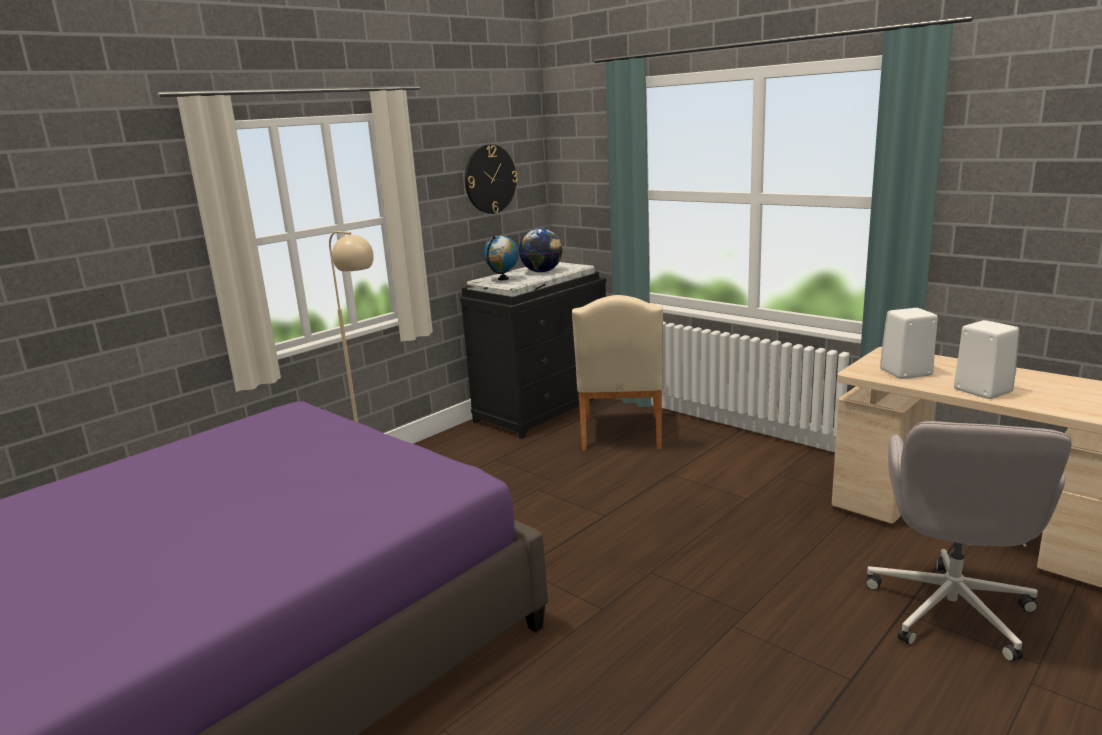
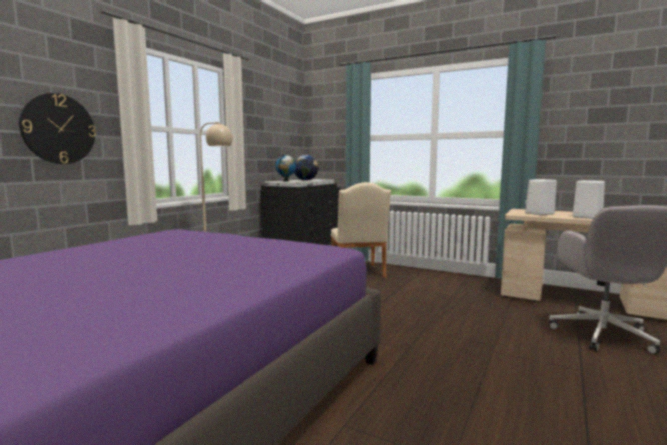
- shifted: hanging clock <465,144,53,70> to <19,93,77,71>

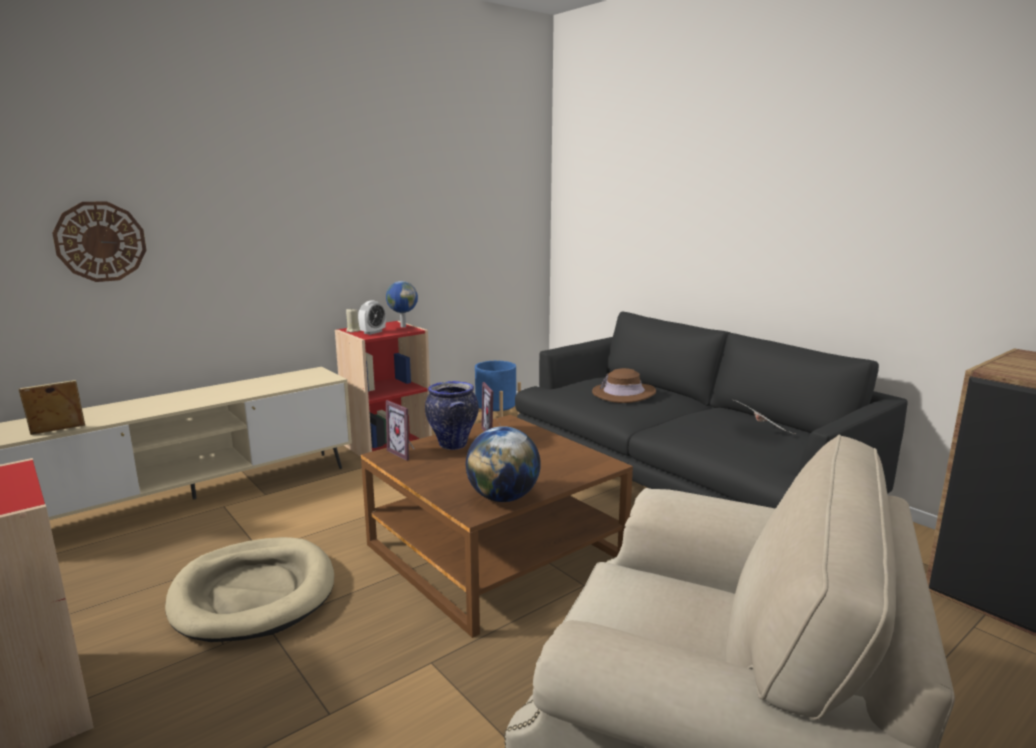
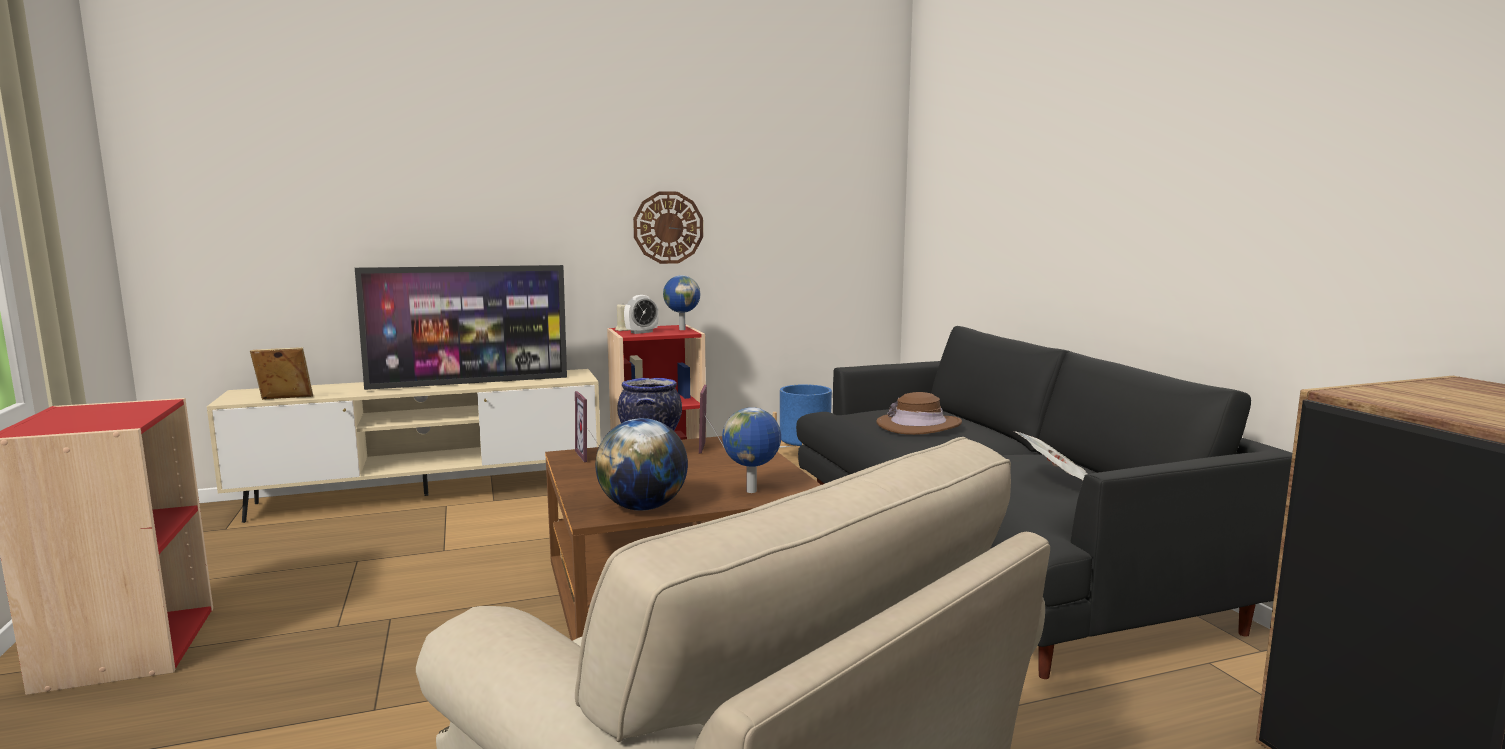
- shifted: hanging clock <52,201,94,81> to <633,192,70,72>
- gone: dog cushion (beige) <165,537,169,105>
- new: TV <355,265,212,125>
- new: globe <722,407,59,86>

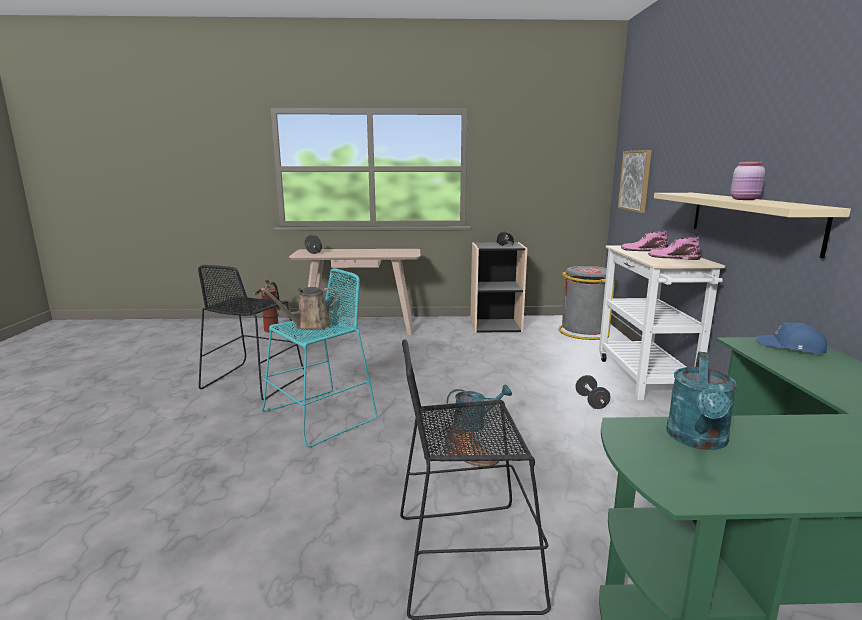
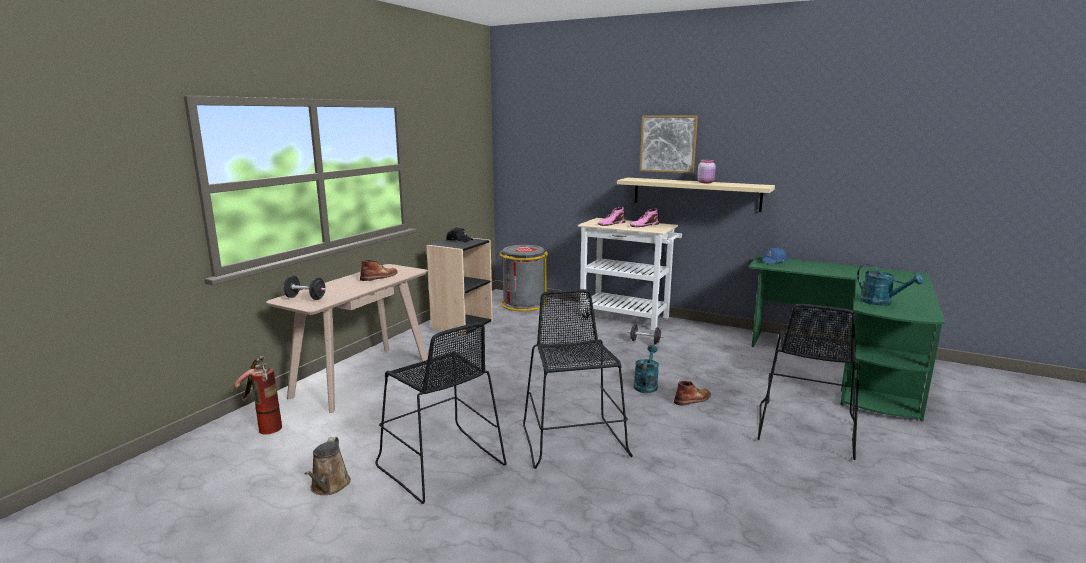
- shifted: wall art <618,150,34,63> to <640,115,58,59>
- repainted: stool (turquoise-coloured) <262,268,115,179> to stool (black-coloured) <523,289,110,180>
- shifted: sprinkling can (brown-coloured) <260,287,77,43> to <305,437,46,58>
- new: boot (brown-coloured) <360,260,38,21>

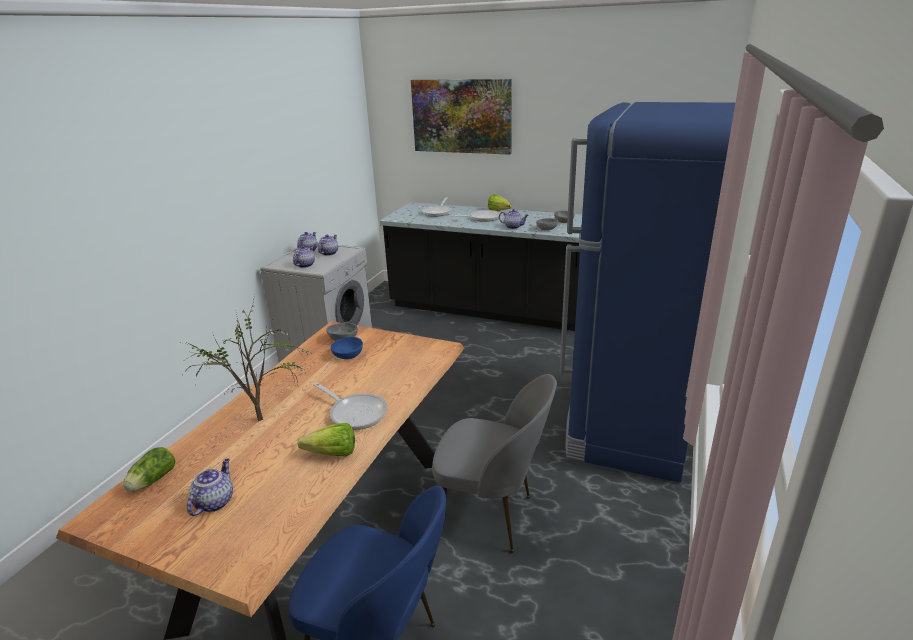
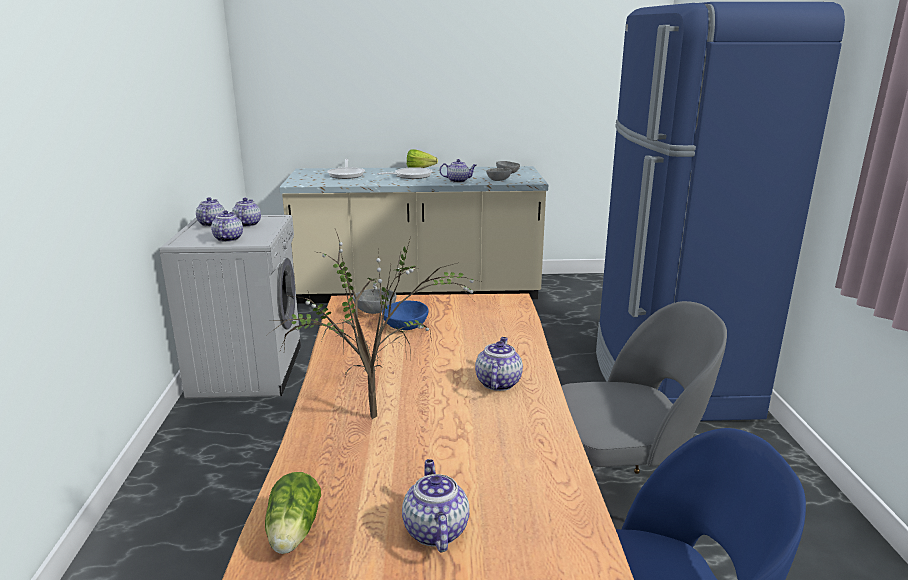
- gone: wall art <411,79,101,76>
- repainted: counter (black-coloured) <380,202,202,129> to counter (beige) <279,166,269,138>
- swapped: frying pan <313,382,75,48> to tea pot <475,337,48,54>
- gone: lettuce head <298,423,57,33>

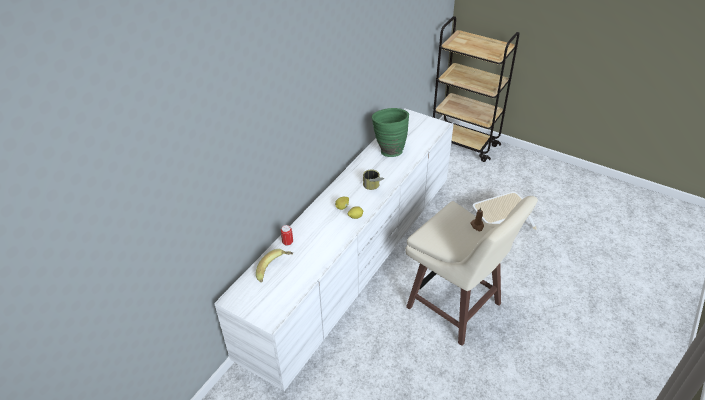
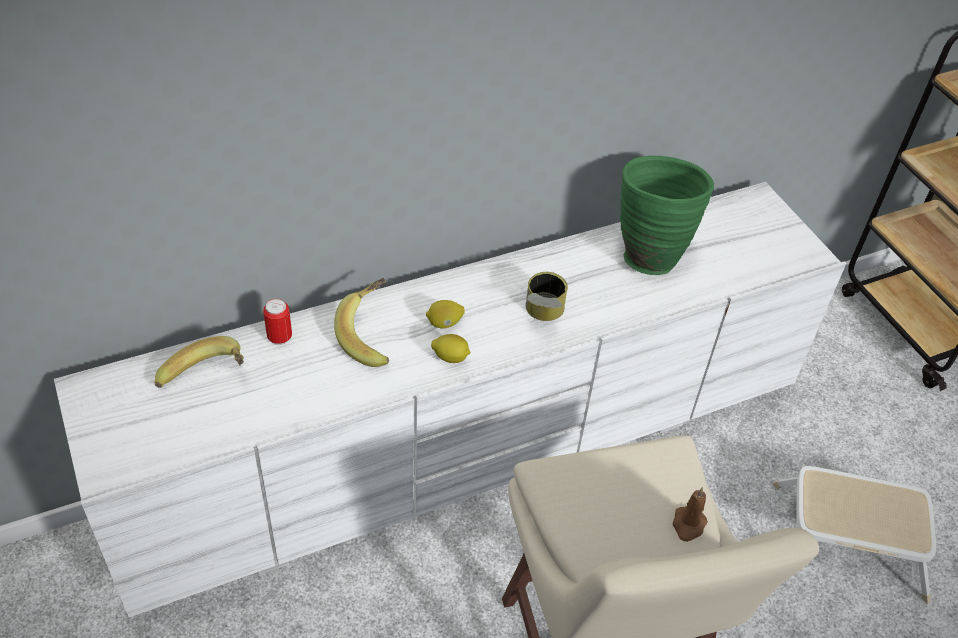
- new: banana fruit <334,278,55,89>

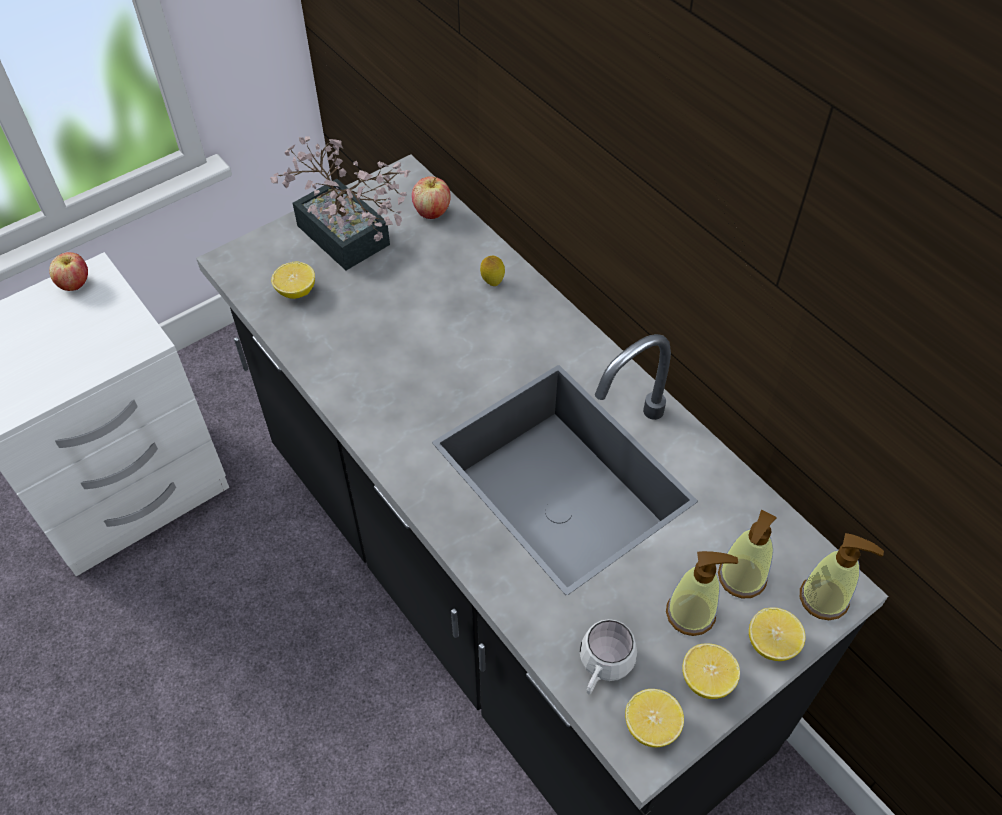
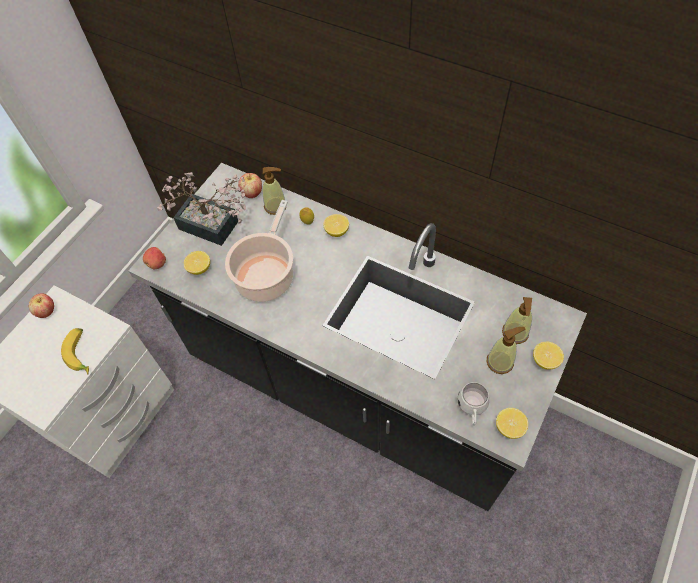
- shifted: liquid soap bottle <800,533,84,87> to <263,167,22,48>
- shifted: whole lemon <682,643,58,56> to <324,214,25,23>
- new: cooking pot <225,200,68,102>
- new: apple fruit <143,247,23,22>
- new: banana fruit <61,328,28,47>

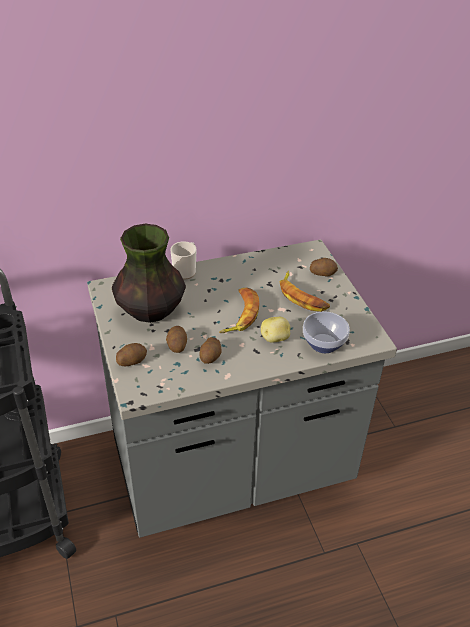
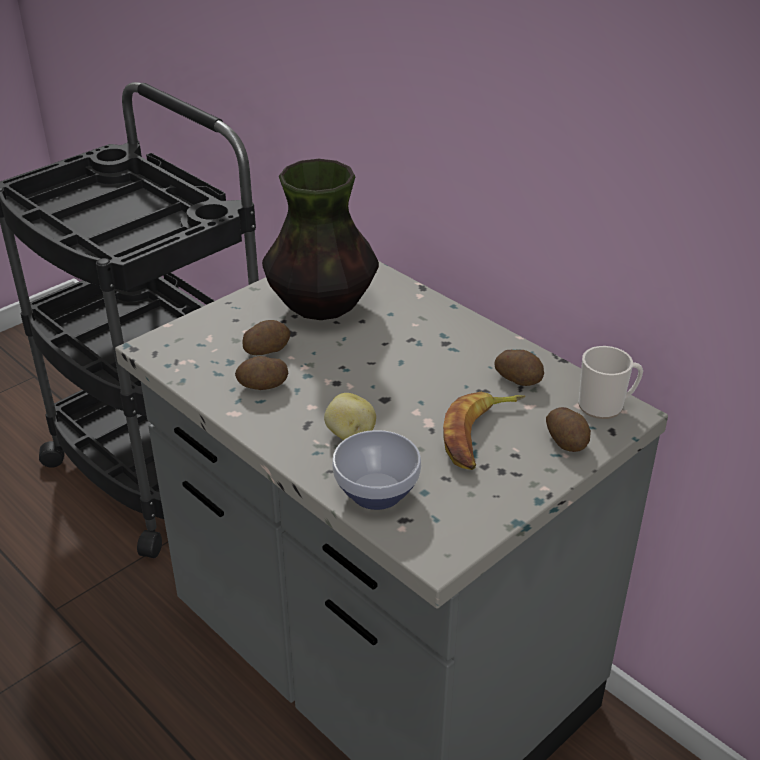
- shifted: mug <170,241,26,39> to <578,346,65,73>
- gone: banana fruit <219,288,40,45>
- shifted: spud <116,343,31,23> to <495,350,49,36>

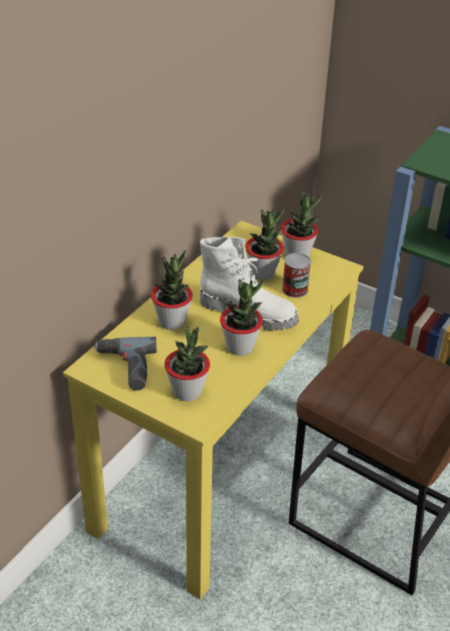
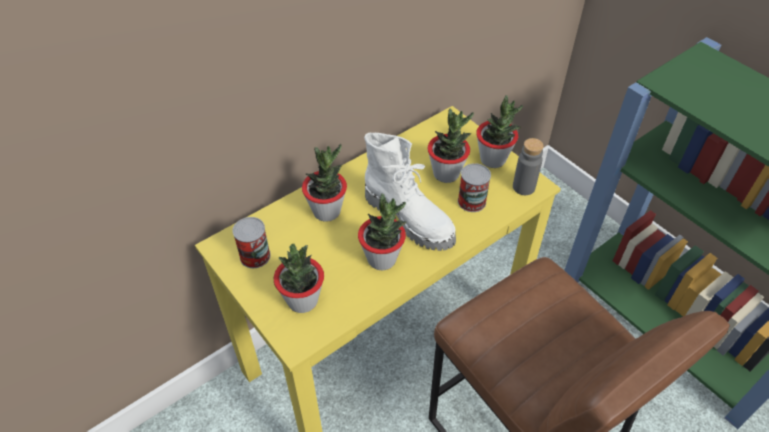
- swapped: drill <94,337,63,54> to can <233,217,38,51>
- new: beverage bottle (grey) <513,138,31,57>

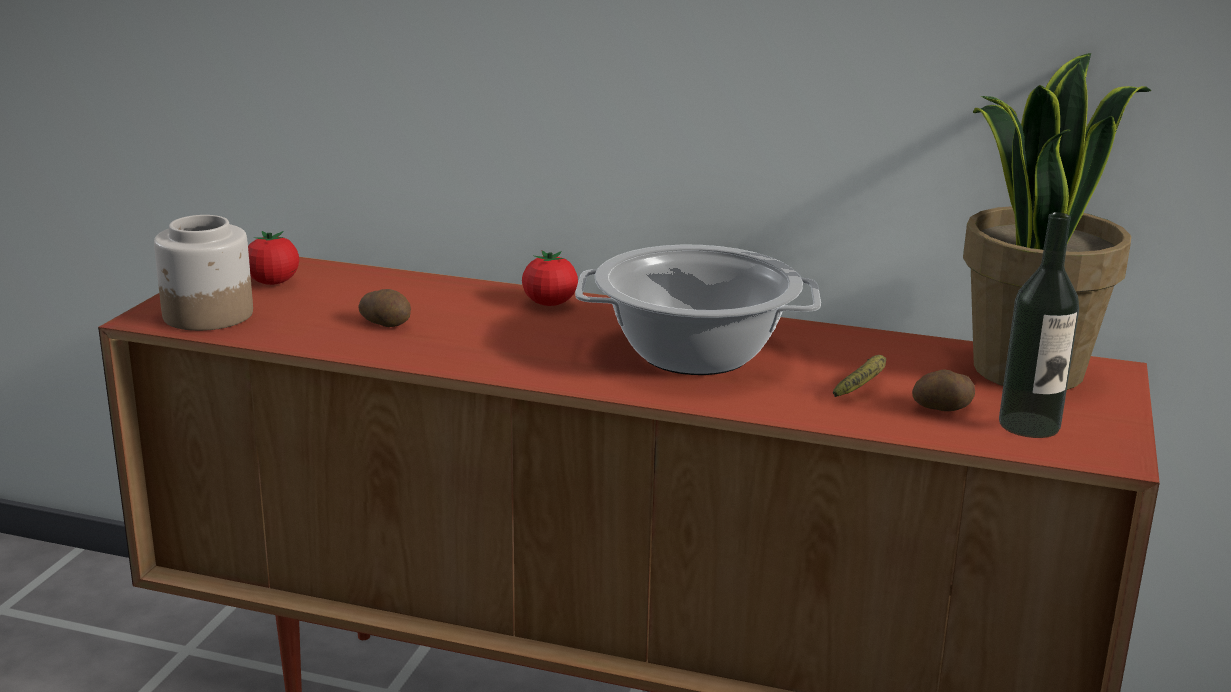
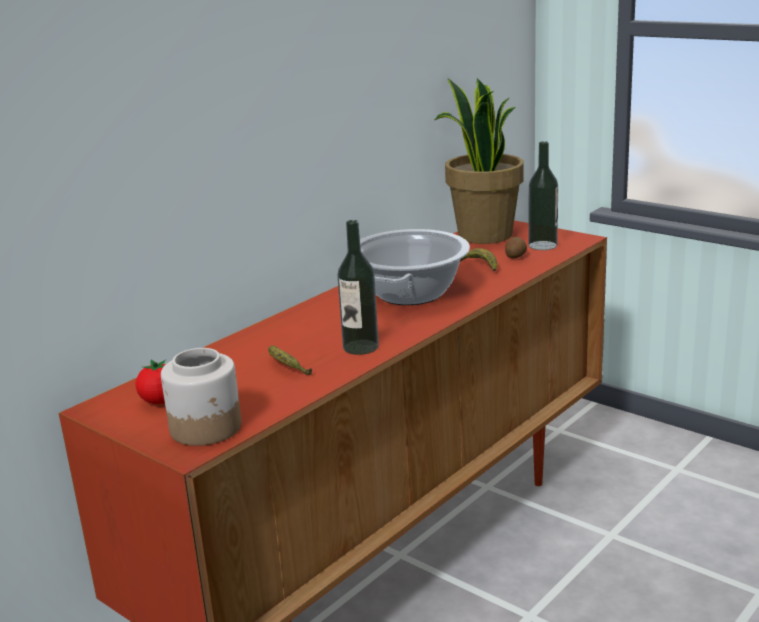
- gone: fresh tomato <522,250,56,56>
- swapped: spud <358,289,53,38> to banana fruit <268,345,44,30>
- new: beverage bottle <337,220,42,135>

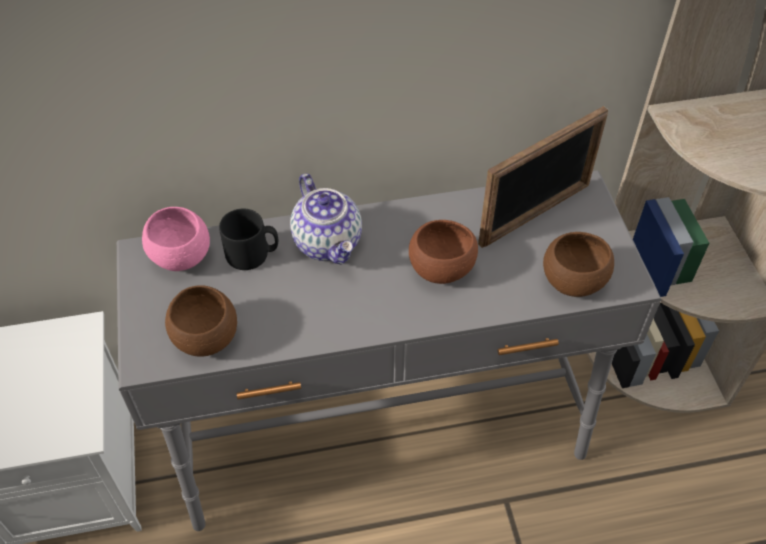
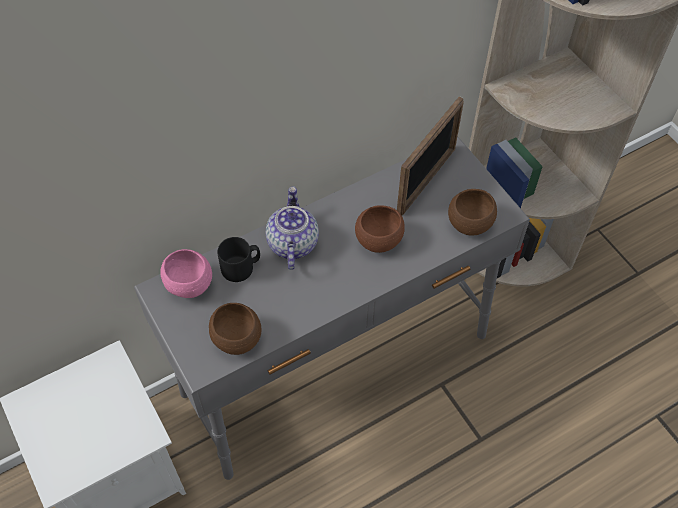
- rotated: tea pot <290,173,72,92> = <266,186,53,84> 135 degrees counterclockwise

